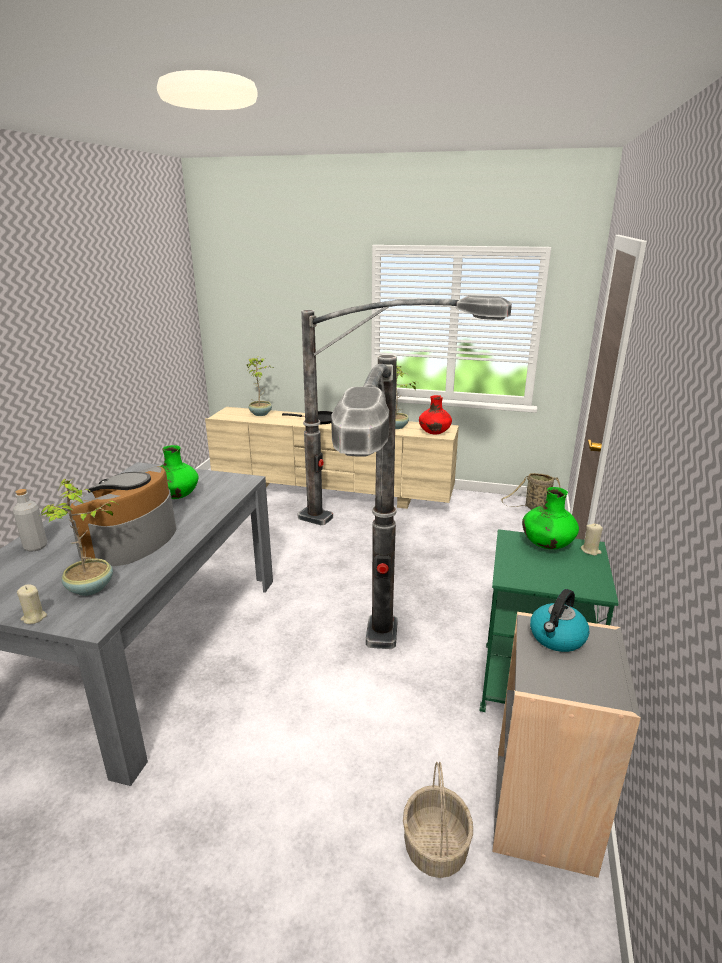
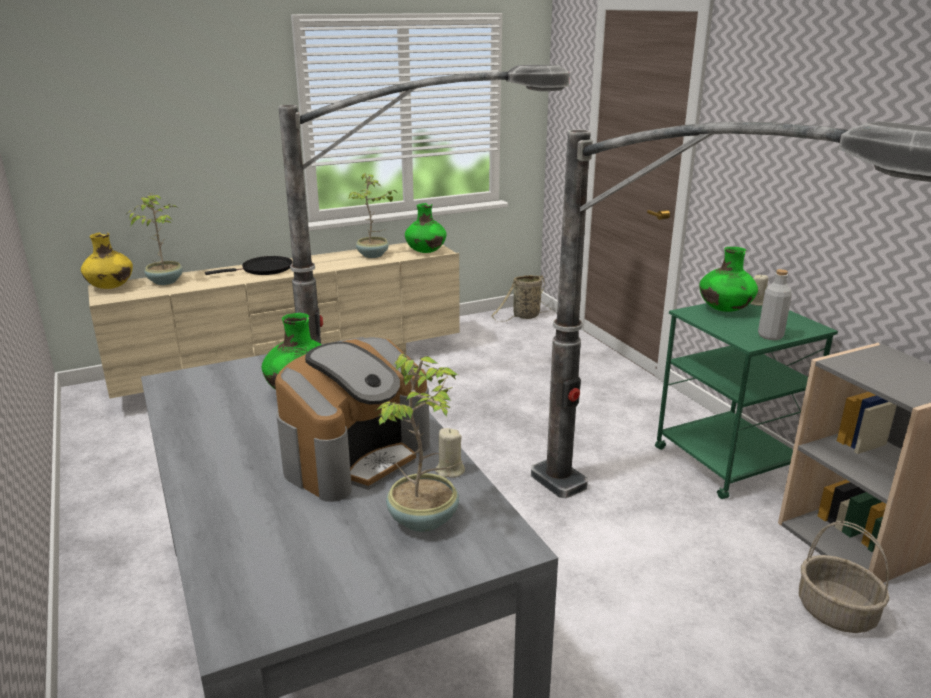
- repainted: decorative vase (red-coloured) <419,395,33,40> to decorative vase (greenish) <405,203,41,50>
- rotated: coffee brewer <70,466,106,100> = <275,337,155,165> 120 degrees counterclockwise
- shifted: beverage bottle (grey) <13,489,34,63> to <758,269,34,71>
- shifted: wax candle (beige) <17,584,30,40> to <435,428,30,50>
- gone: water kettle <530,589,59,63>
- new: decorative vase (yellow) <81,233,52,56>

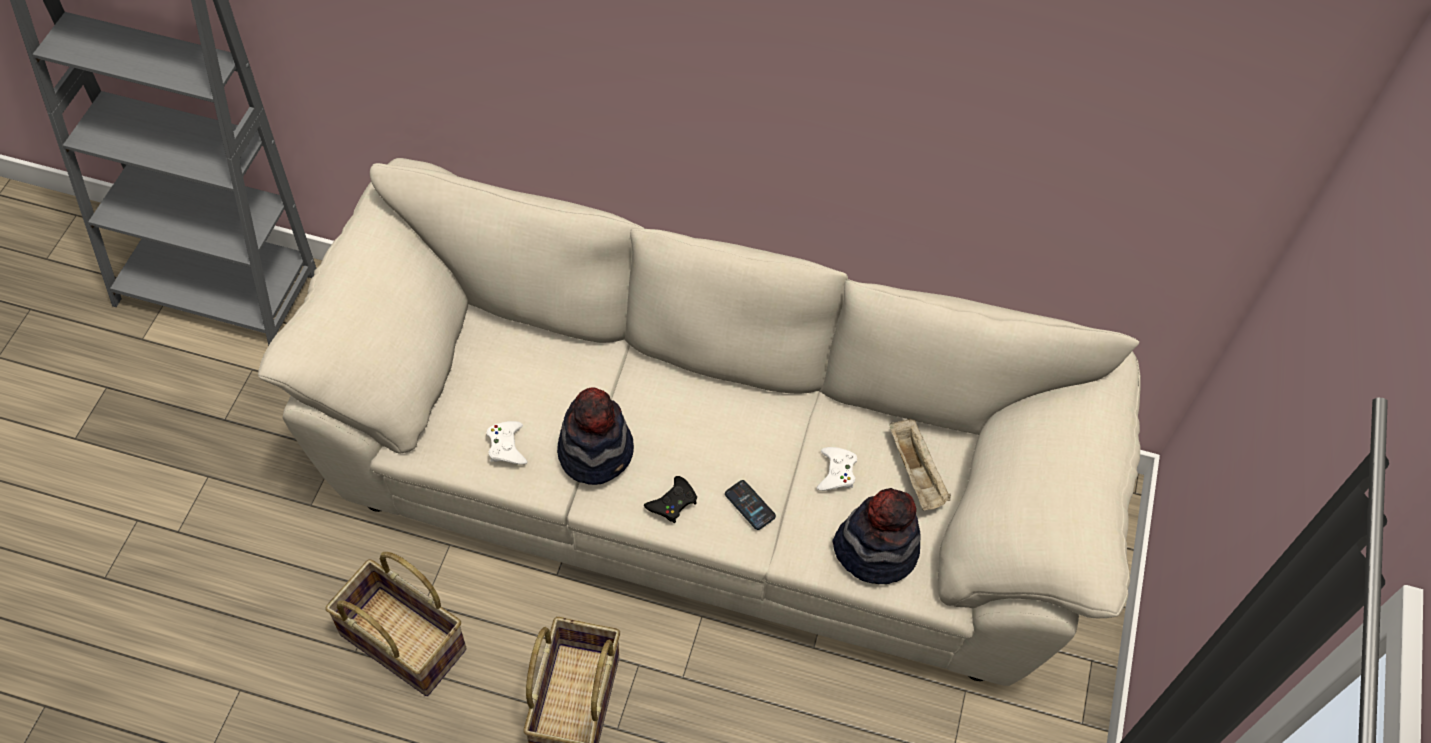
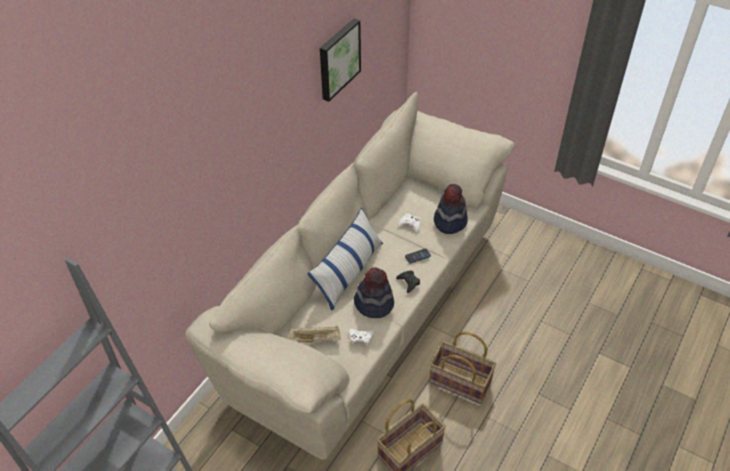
- shifted: serving tray (beige) <889,418,62,92> to <288,326,53,17>
- new: wall art <320,18,41,84>
- new: cushion <307,207,76,103>

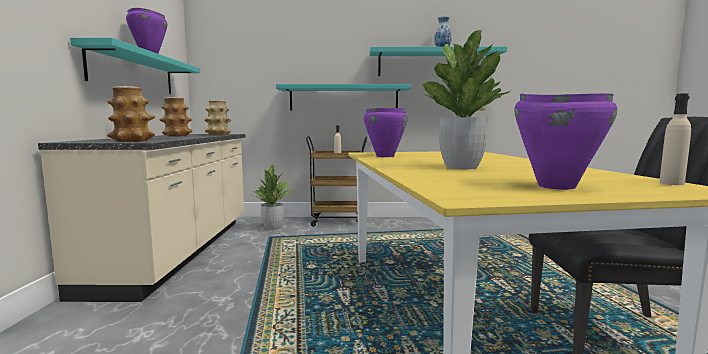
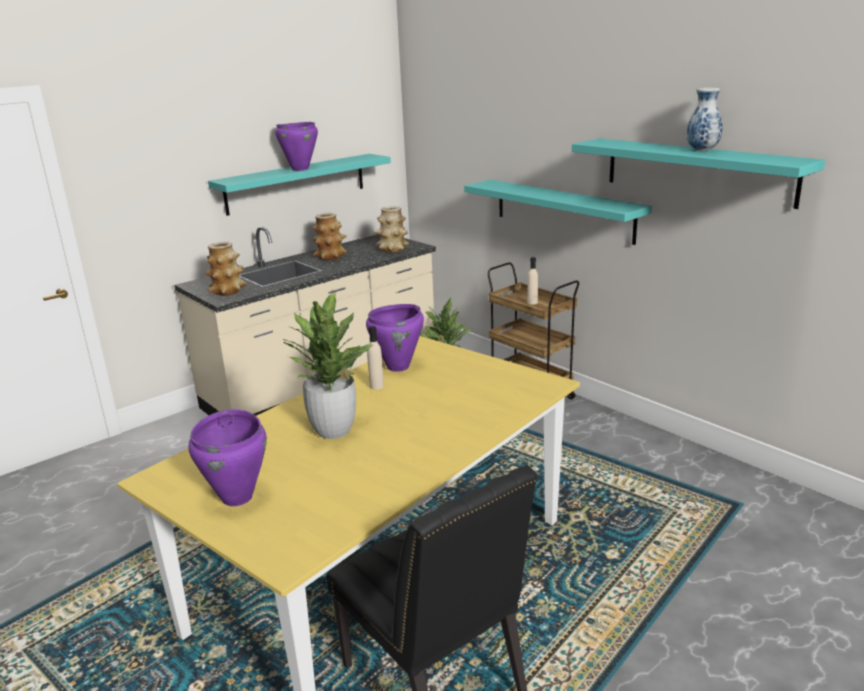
- shifted: beverage bottle (beige) <659,93,32,92> to <367,326,17,64>

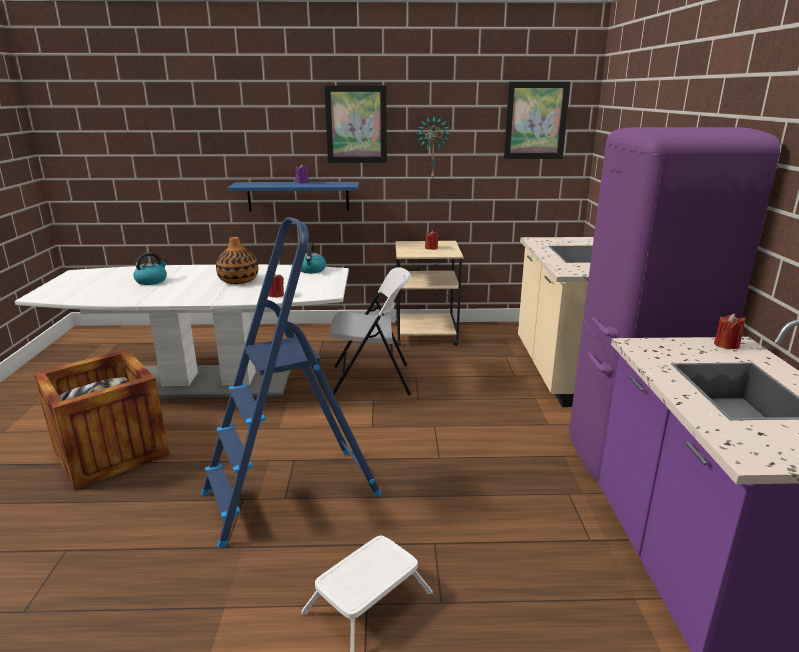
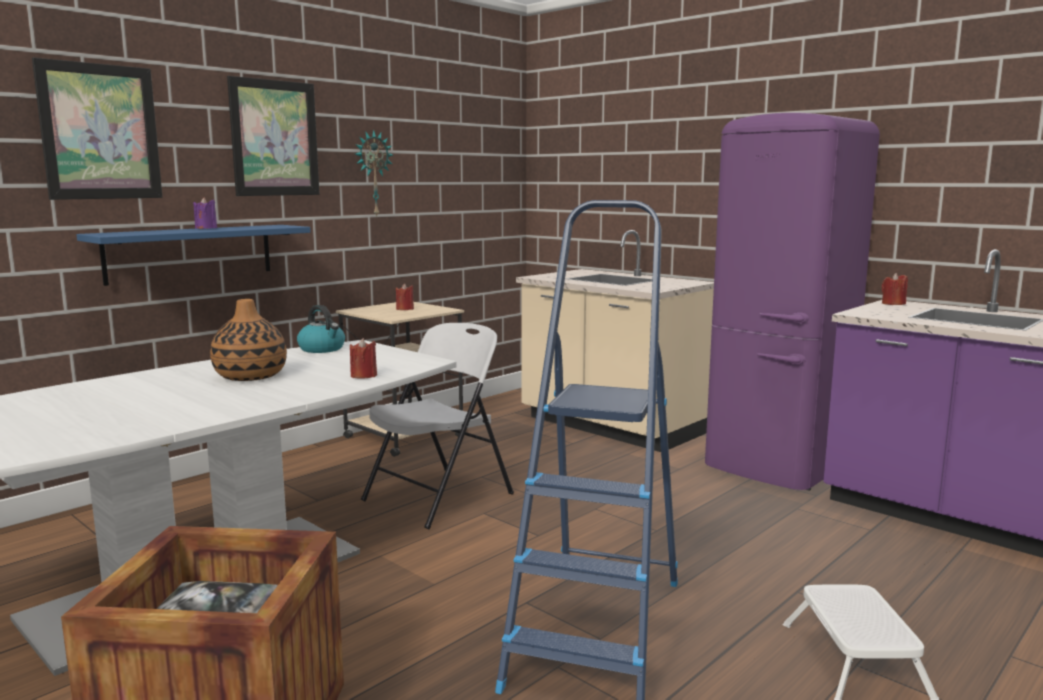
- shifted: wall art <504,82,66,77> to <32,57,131,143>
- gone: water kettle <133,252,34,33>

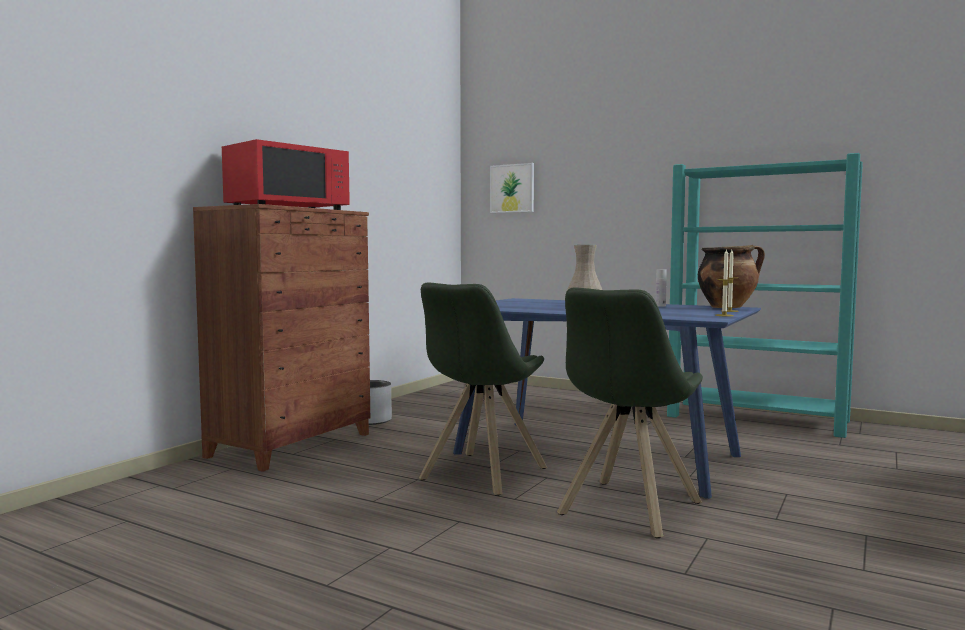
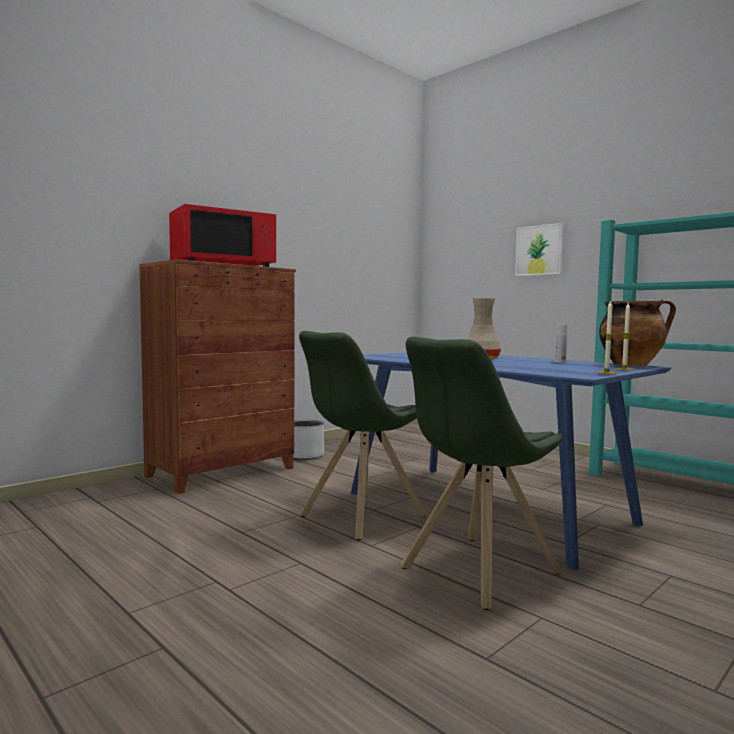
- shifted: wall art <490,163,44,50> to <515,223,49,53>

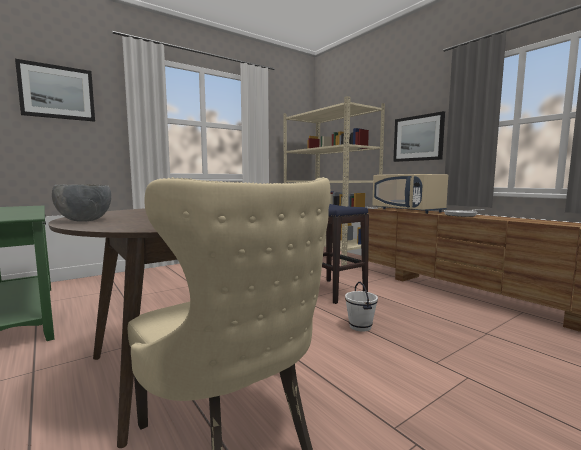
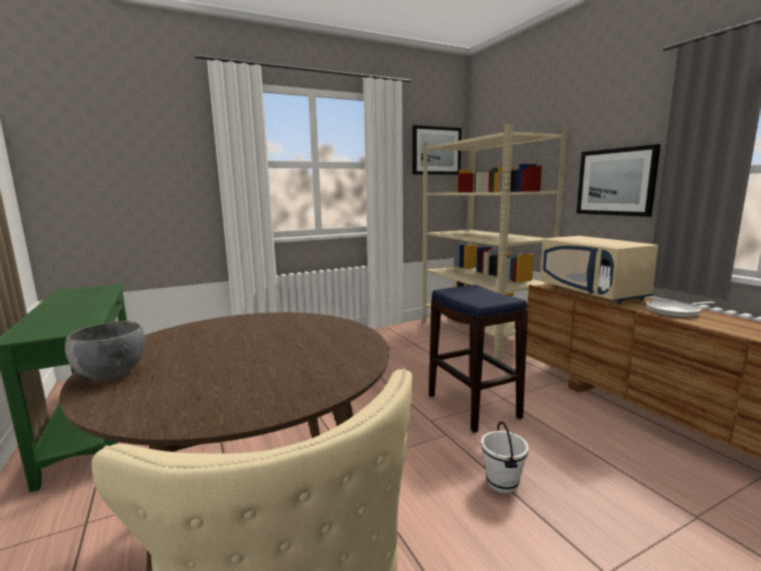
- shifted: wall art <15,59,80,63> to <413,125,48,50>

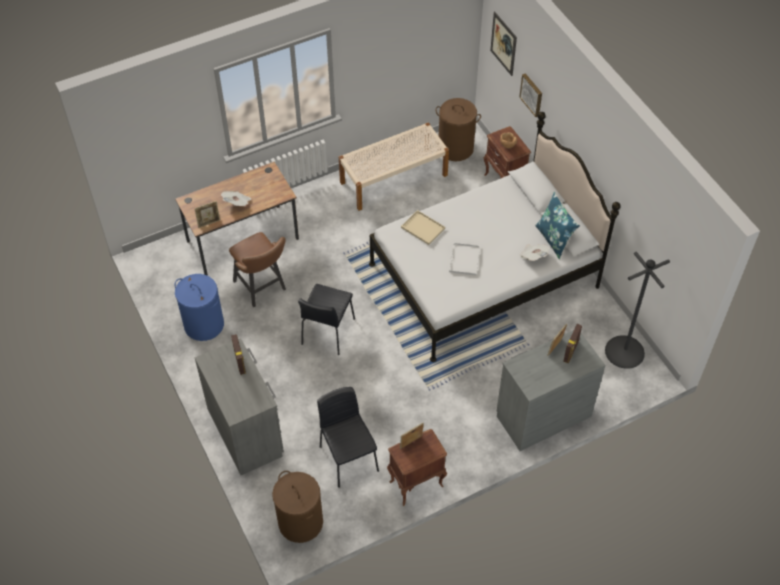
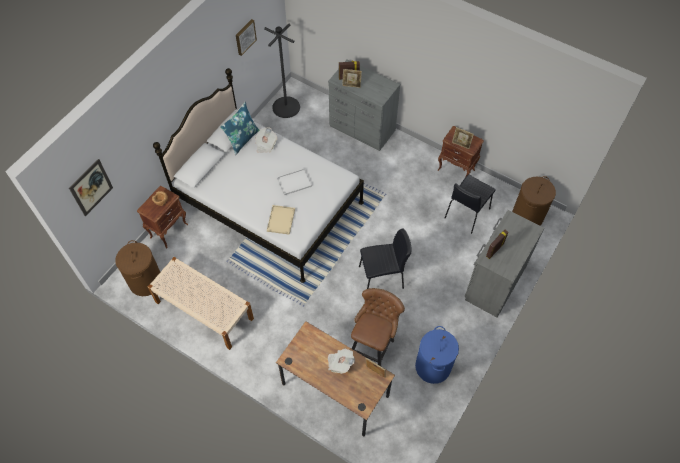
- shifted: wall art <519,73,23,44> to <236,19,21,37>

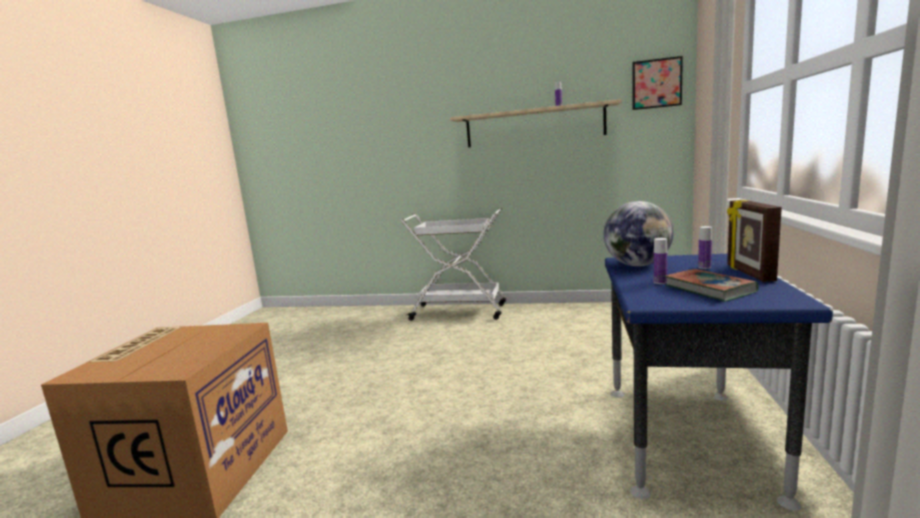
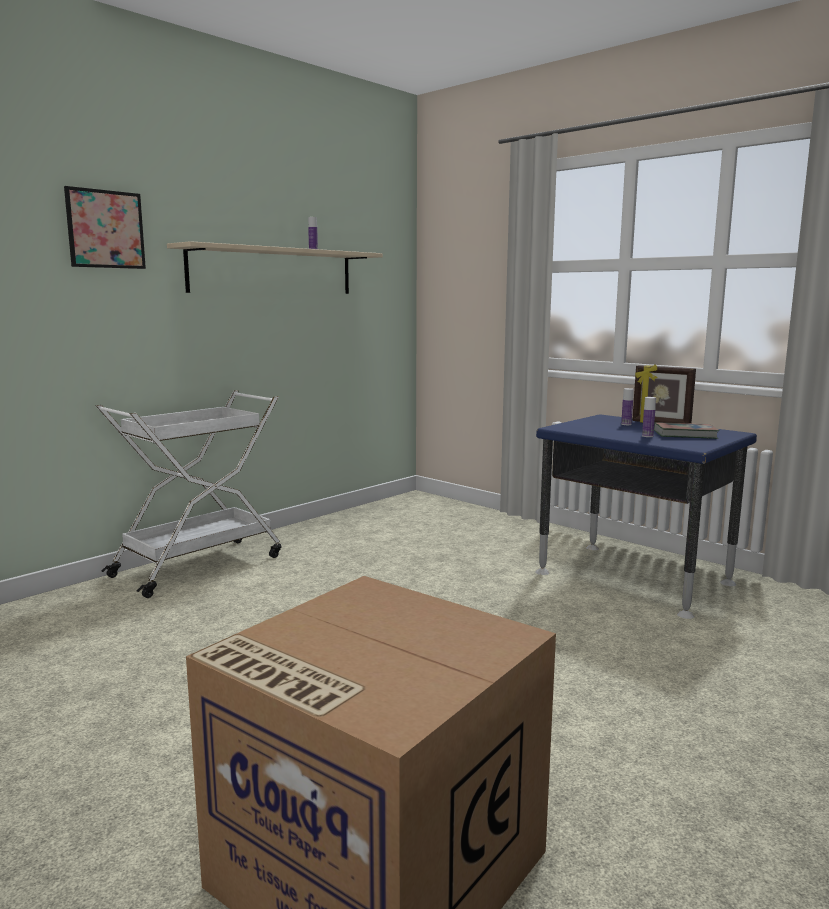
- shifted: wall art <632,56,51,54> to <64,186,82,83>
- gone: globe <604,201,69,65>

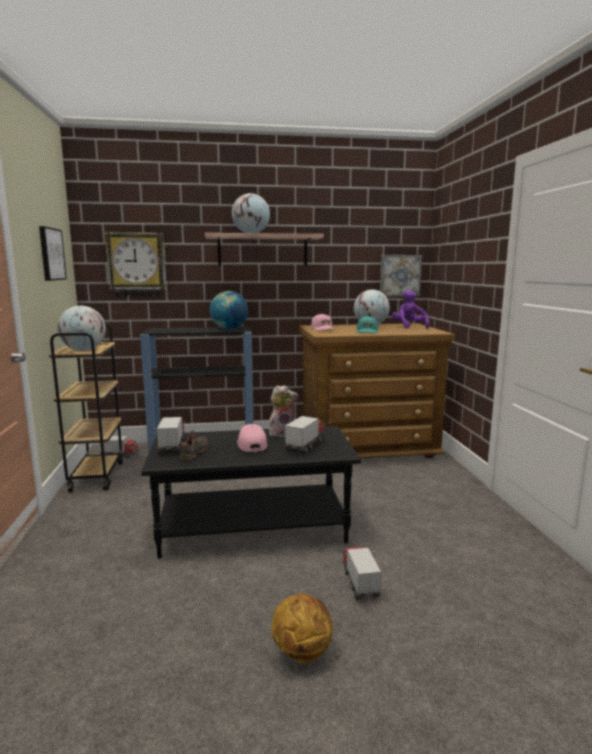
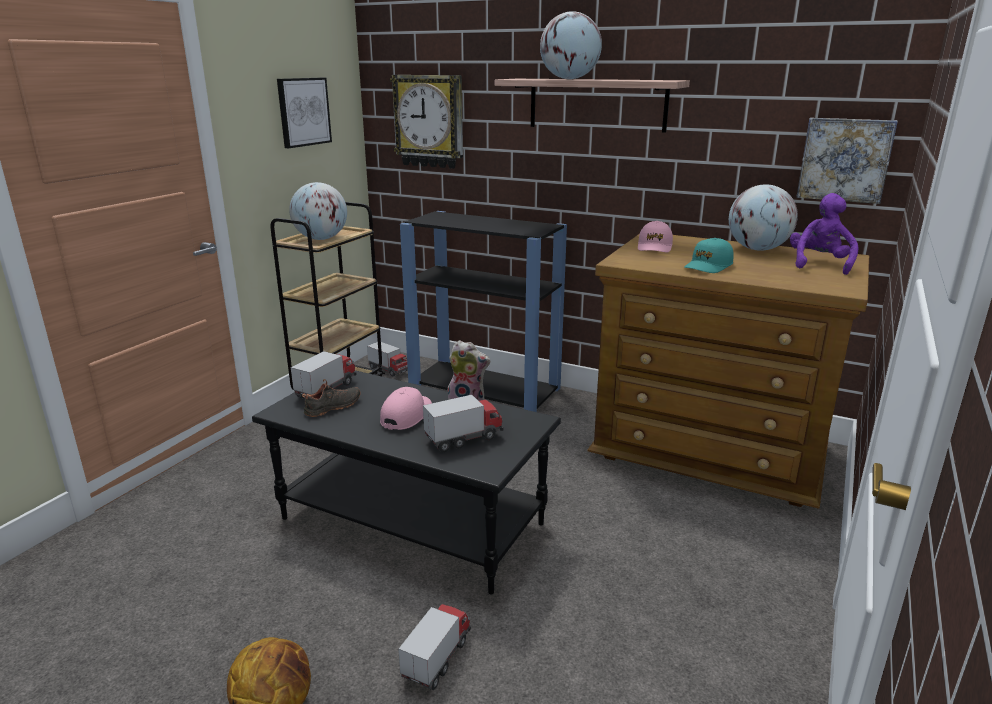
- gone: globe <210,291,38,38>

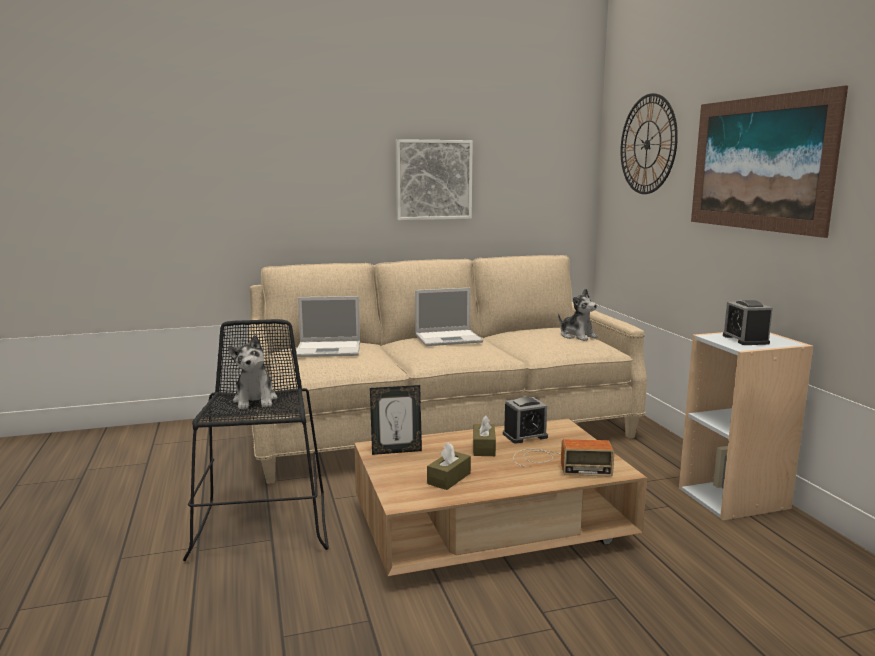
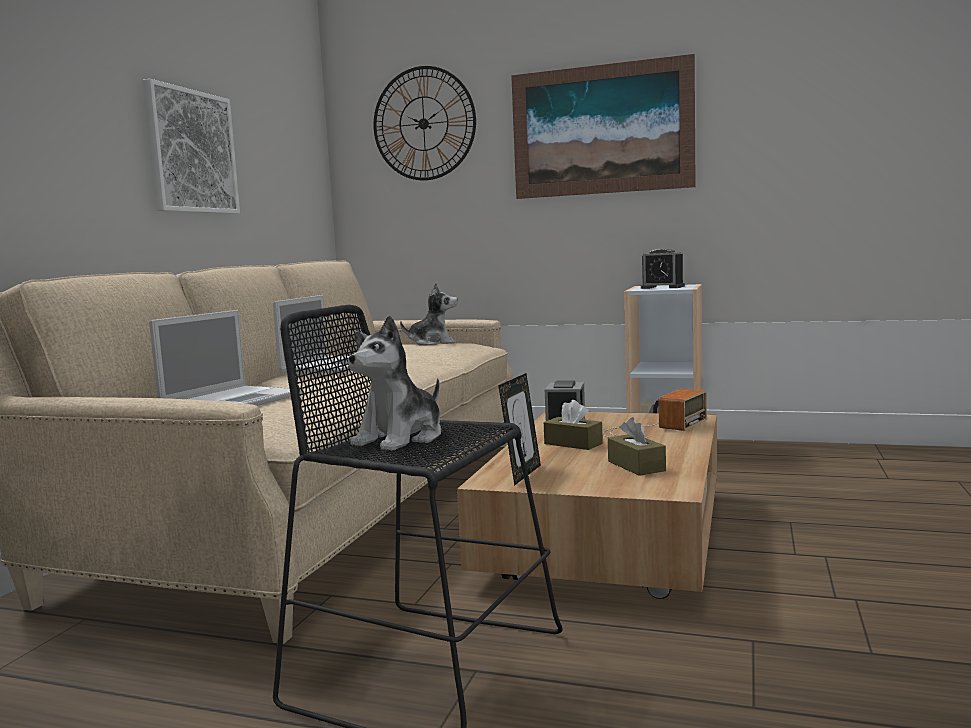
- rotated: soft toy <228,335,49,74> = <348,315,93,136> 105 degrees clockwise

